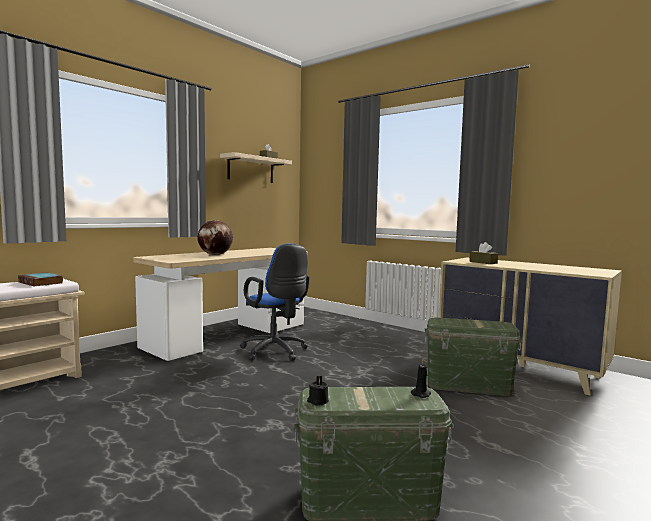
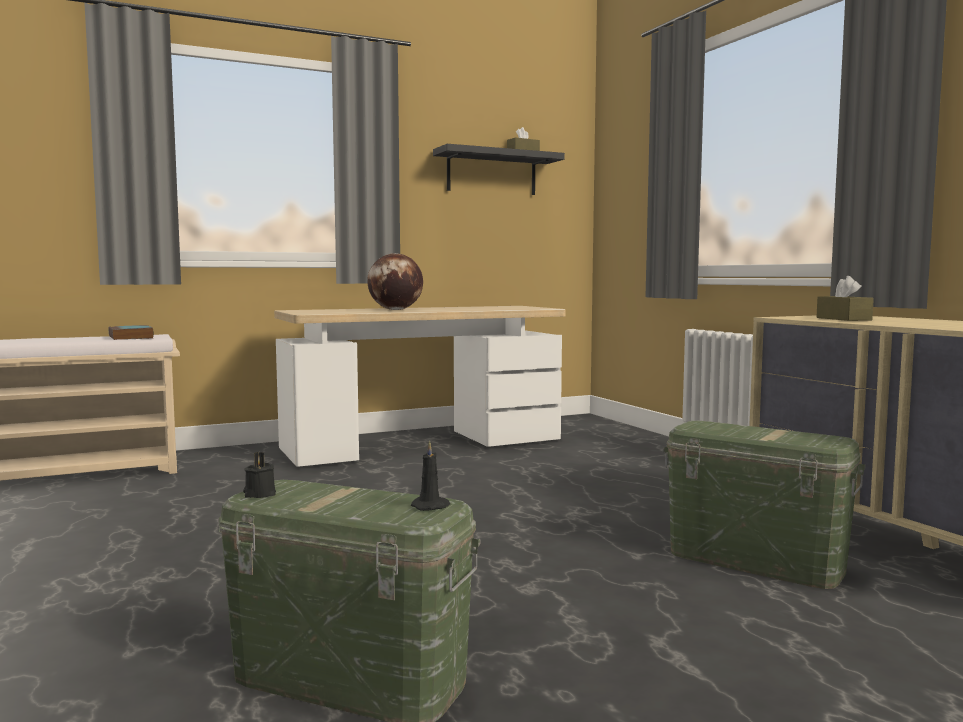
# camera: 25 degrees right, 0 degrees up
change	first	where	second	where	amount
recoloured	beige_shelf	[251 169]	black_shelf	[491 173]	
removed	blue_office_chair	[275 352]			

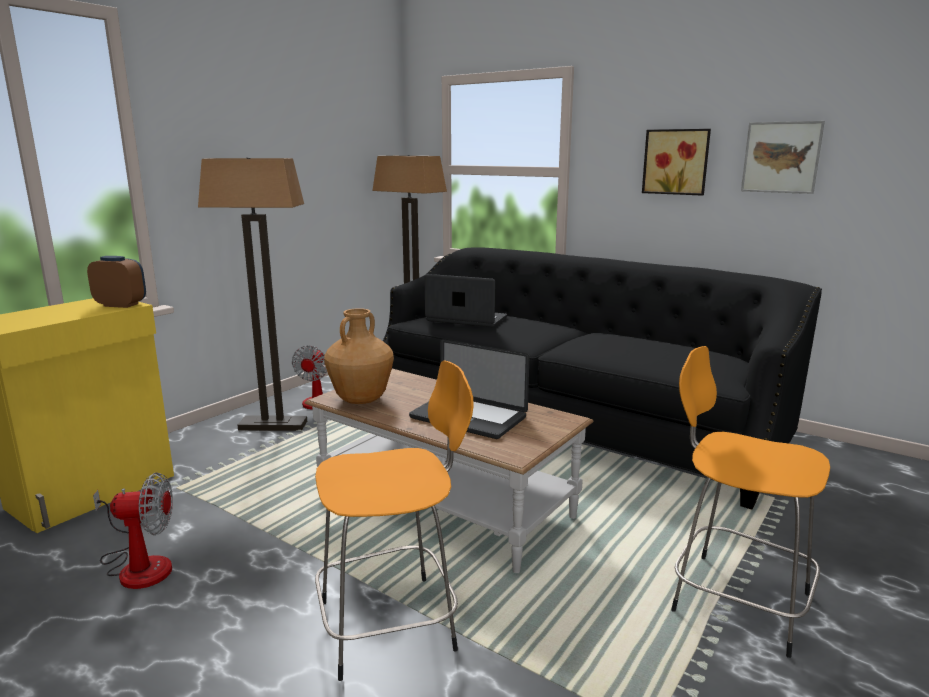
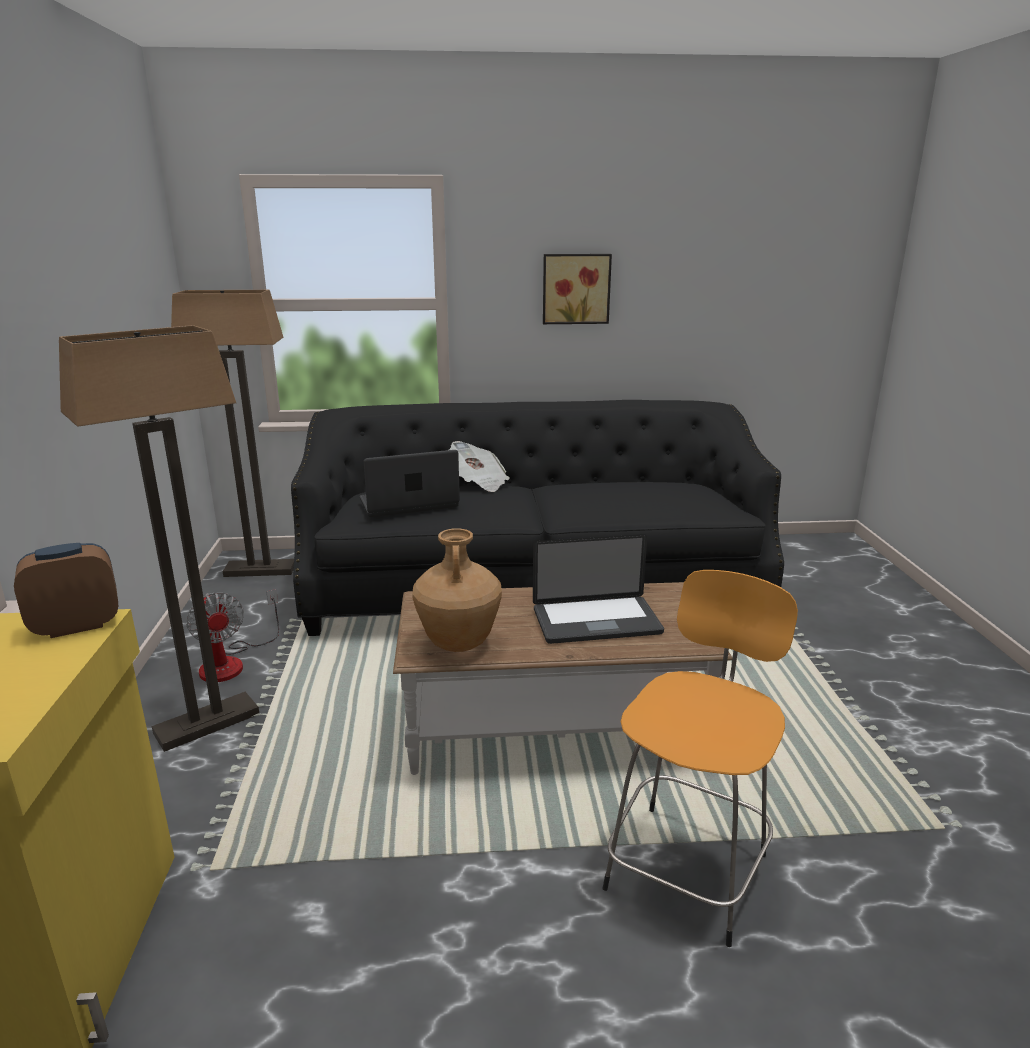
# camera: 40 degrees left, 5 degrees up
change	first	where	second	where	amount
removed	picture	[781 157]			
removed	orange_stool	[735 600]			
removed	fan	[139 565]			
added			newspaper	[478 482]	

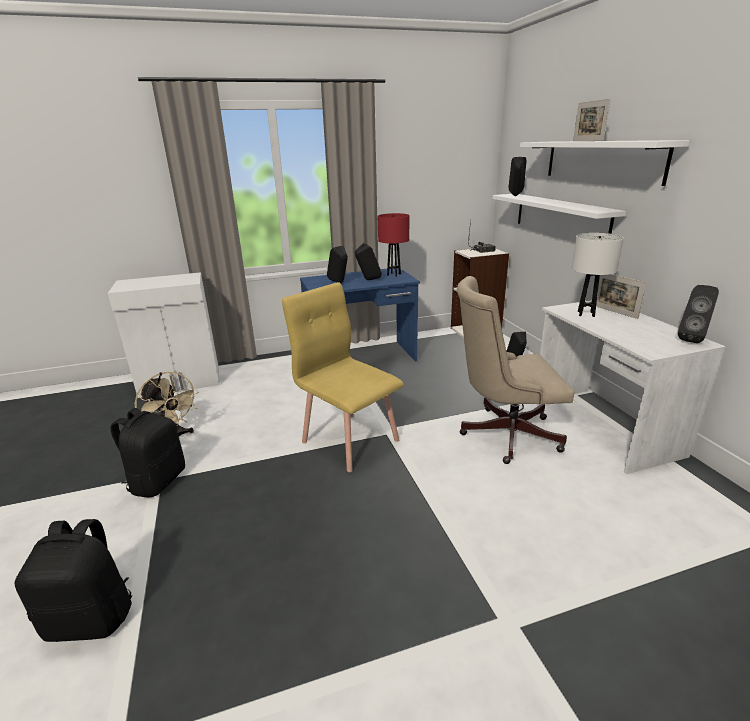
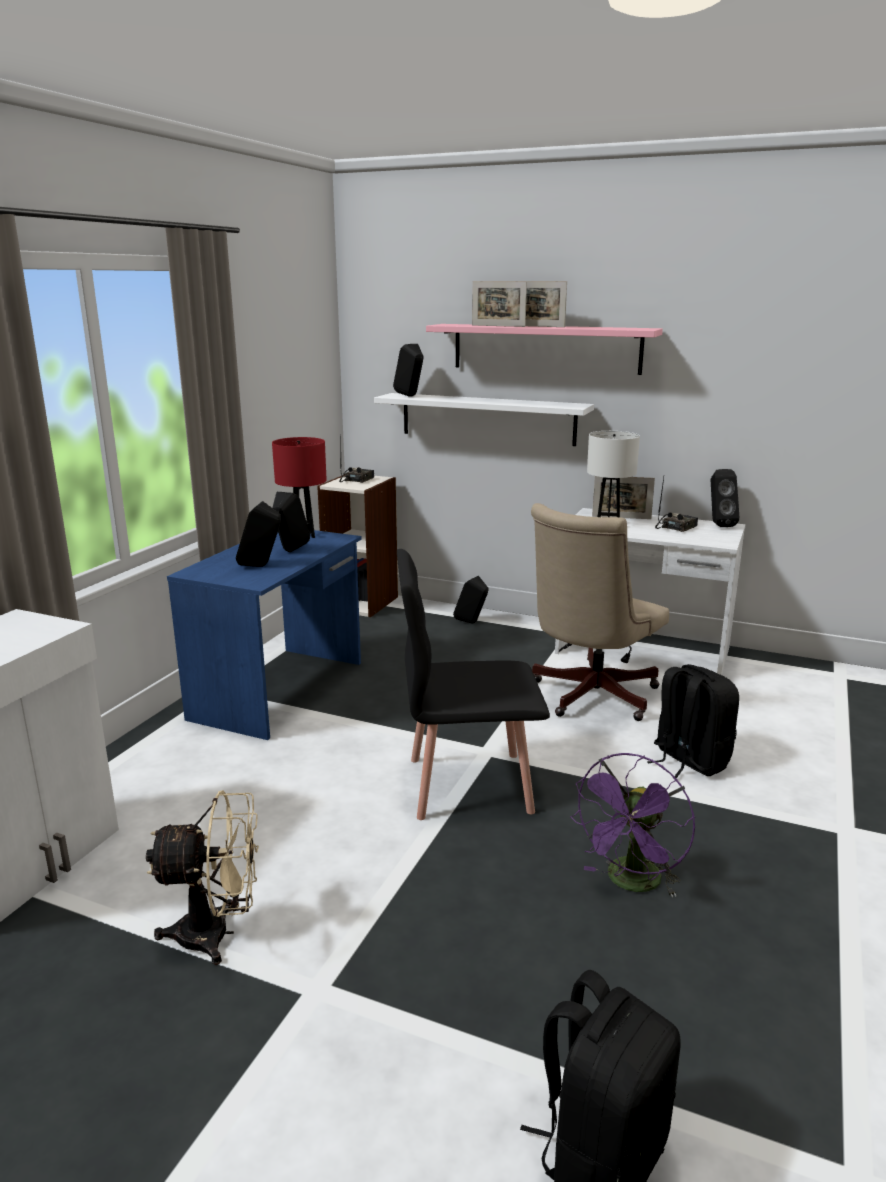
# camera: 50 degrees left, 5 degrees down
change	first	where	second	where	amount
recoloured	white_shelf	[601 160]	pink_shelf	[545 348]	
recoloured	yellow_chair	[350 440]	black_chair	[468 784]	
moved	black_backpack	[157 481]		[688 760]	
added			picture_frame	[498 326]	
added			radio	[675 527]	
added			purple_fan	[631 883]	

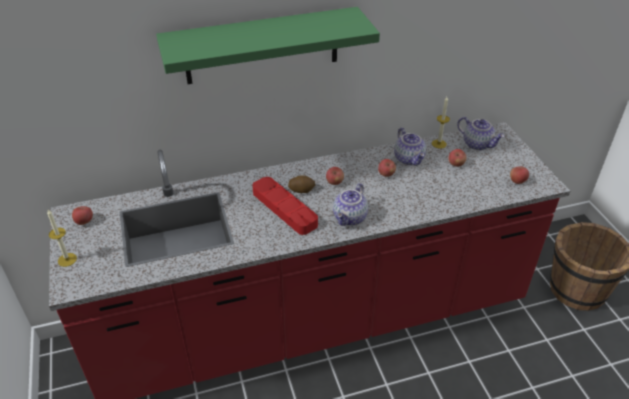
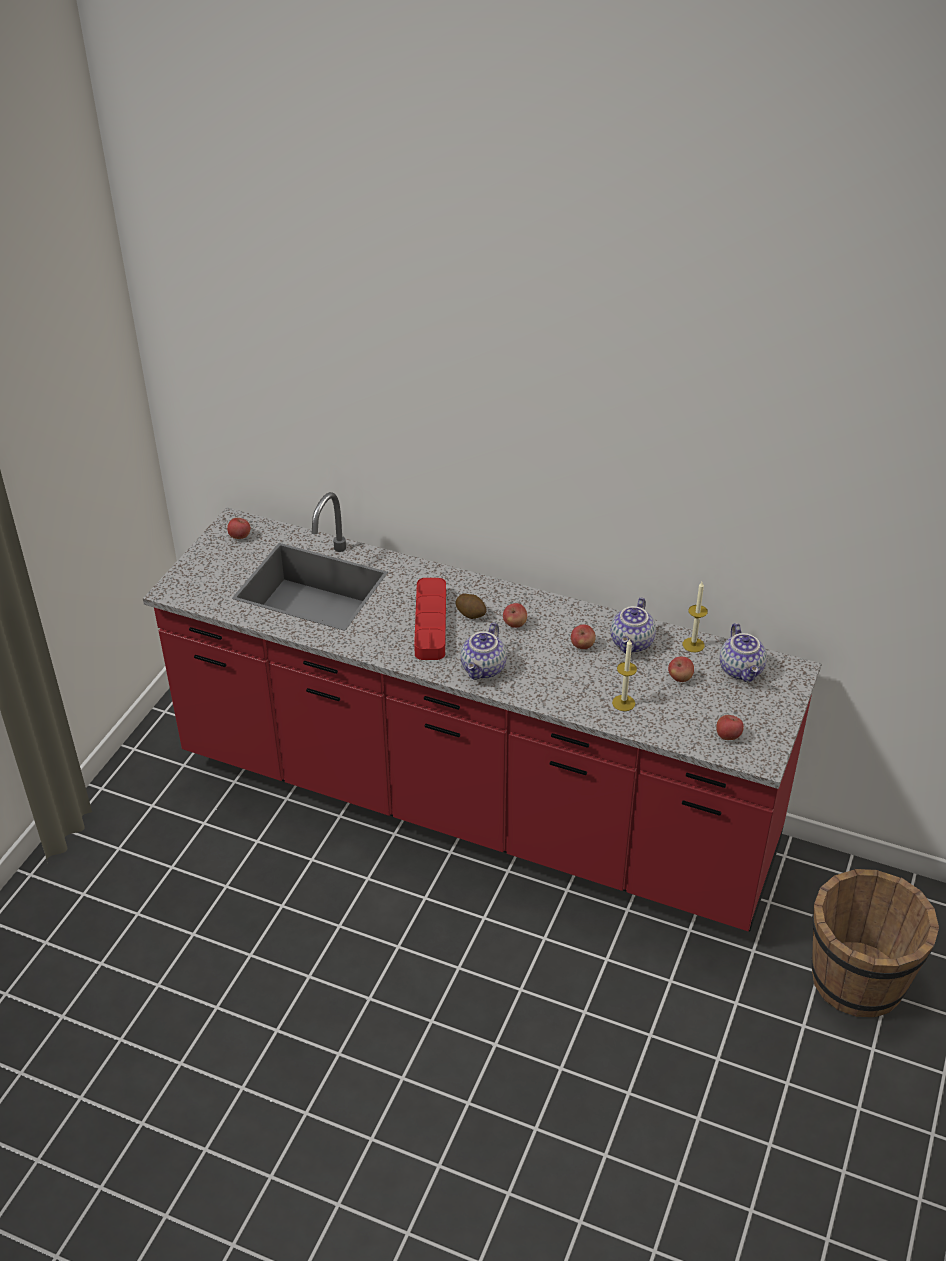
# camera: 40 degrees right, 0 degrees up
change	first	where	second	where	amount
removed	green_shelf	[262 46]			
turned	teapot	[350 218]		[484 669]	45 degrees counterclockwise
moved	candle	[67 259]		[623 703]	

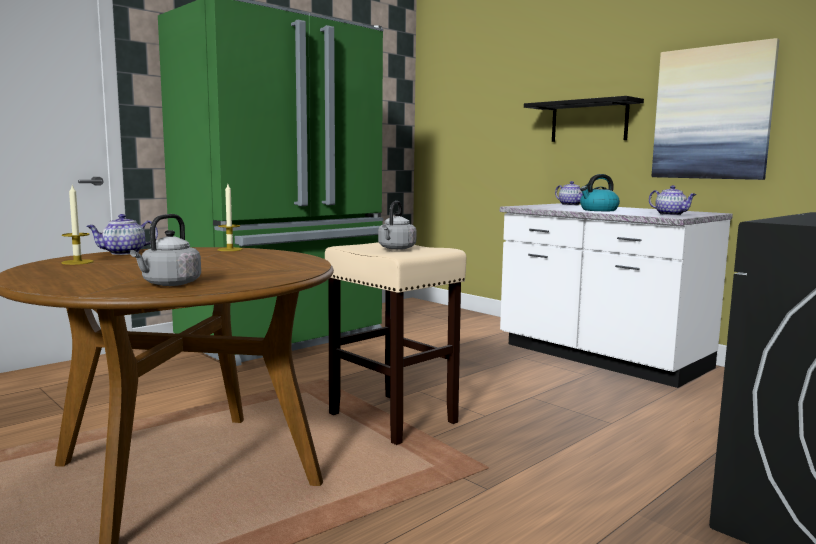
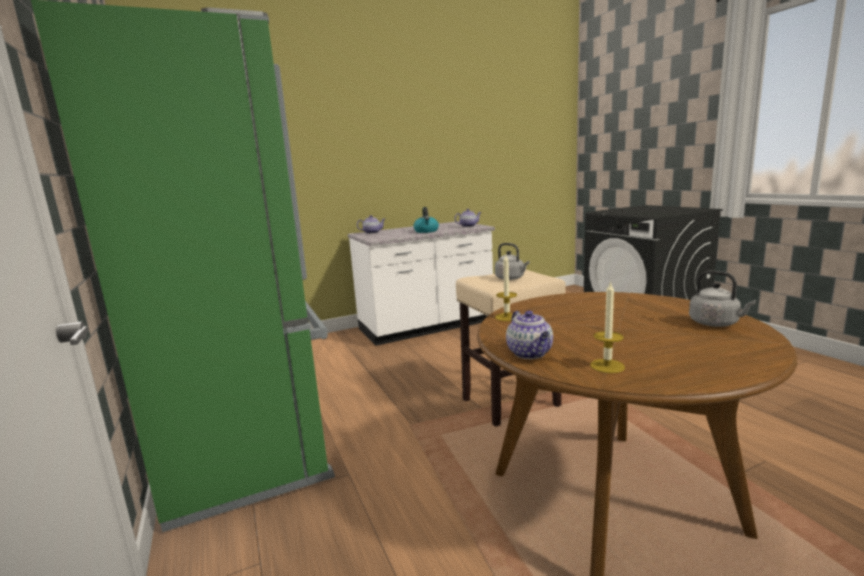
# camera: 70 degrees left, 5 degrees up
change	first	where	second	where	amount
removed	picture	[712 113]			
removed	black_shelf	[589 121]			

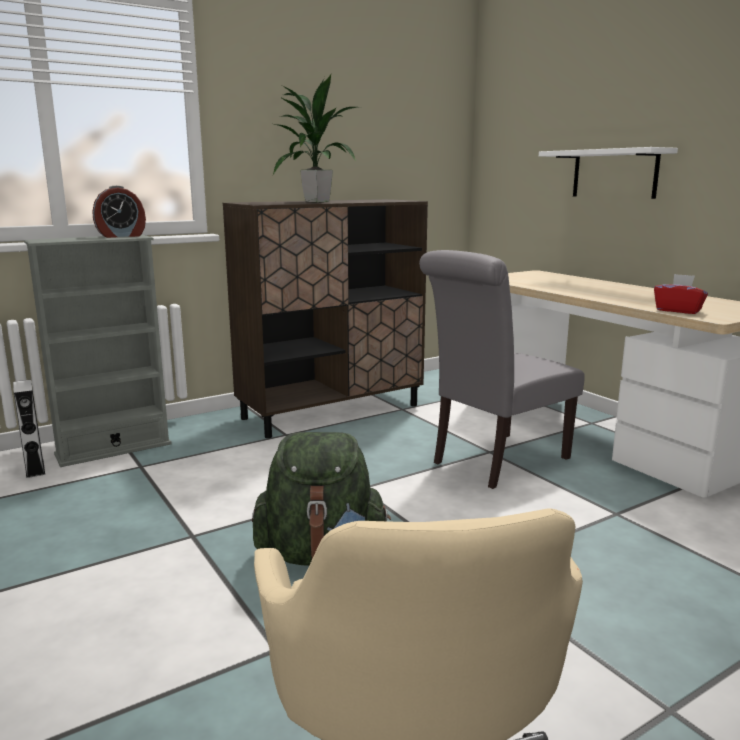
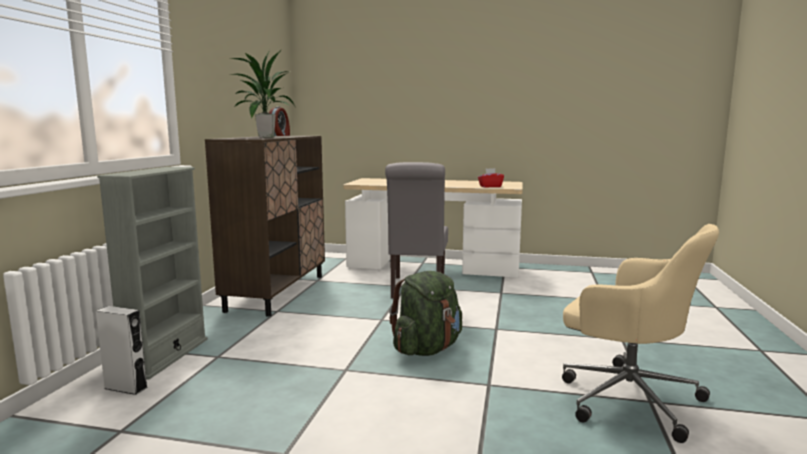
# camera: 45 degrees left, 5 degrees down
change	first	where	second	where	amount
removed	white_shelf	[614 174]			
moved	alarm_clock	[121 236]		[280 135]	

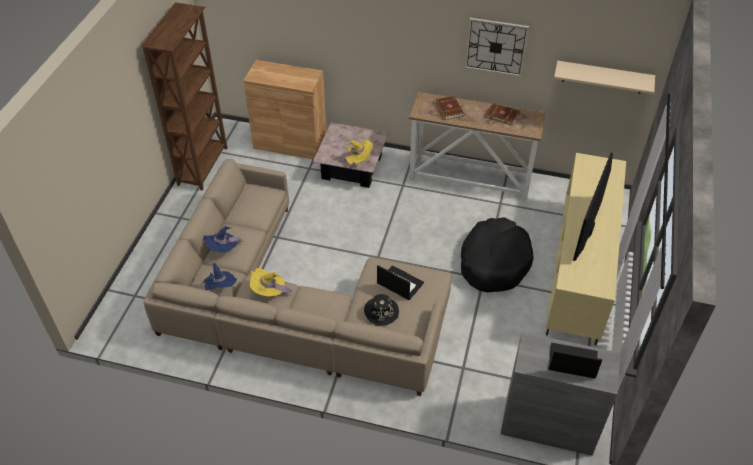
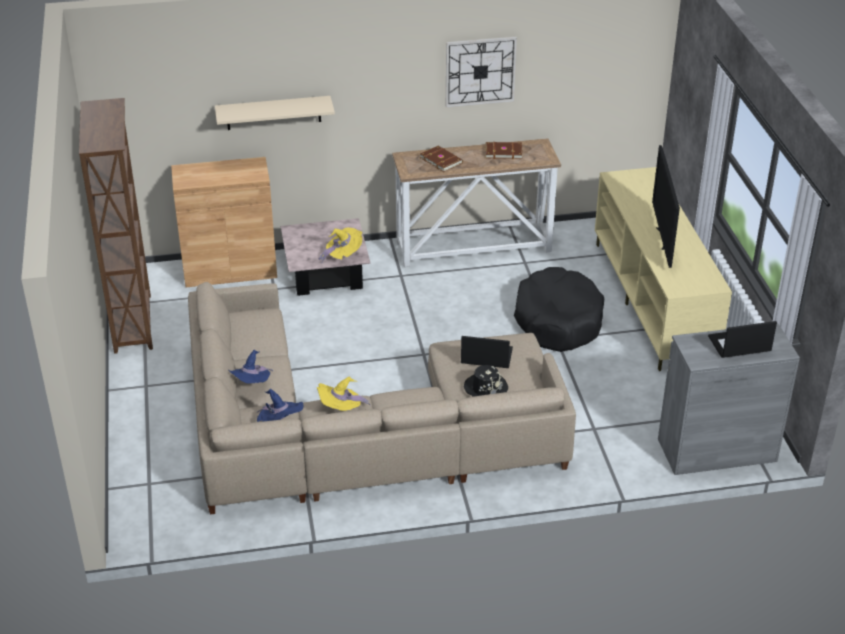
# camera: 25 degrees left, 10 degrees down
change	first	where	second	where	amount
moved	beige_shelf	[603 77]		[273 113]	

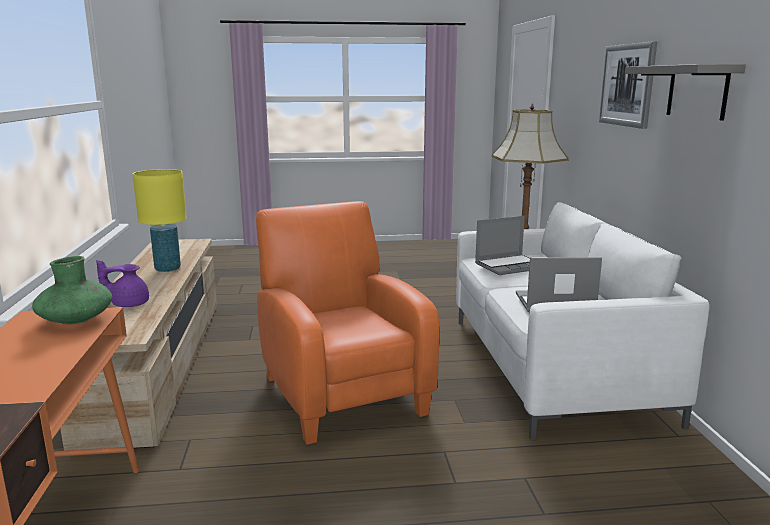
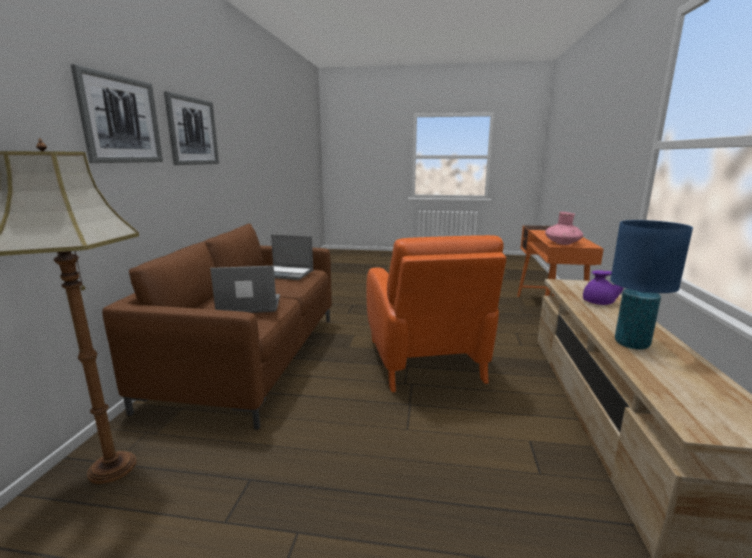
# camera: 165 degrees left, 0 degrees up
change	first	where	second	where	amount
replaced	grey_shelf	[697 91]	picture	[192 131]	
recoloured	yellow_table_lamp	[168 269]	blue_table_lamp	[631 344]	
recoloured	white_sofa	[551 368]	brown_sofa	[251 359]	
recoloured	green_vase	[76 320]	pink_vase	[562 243]	

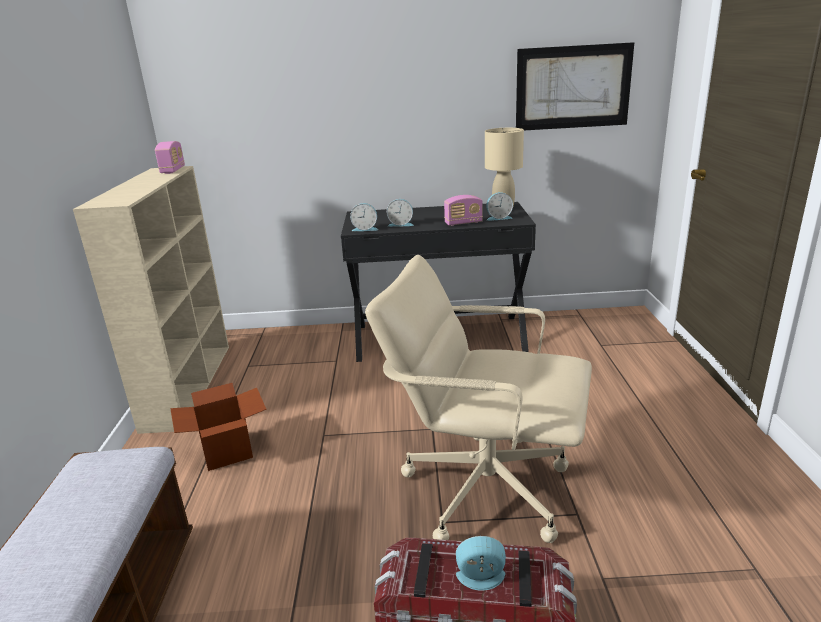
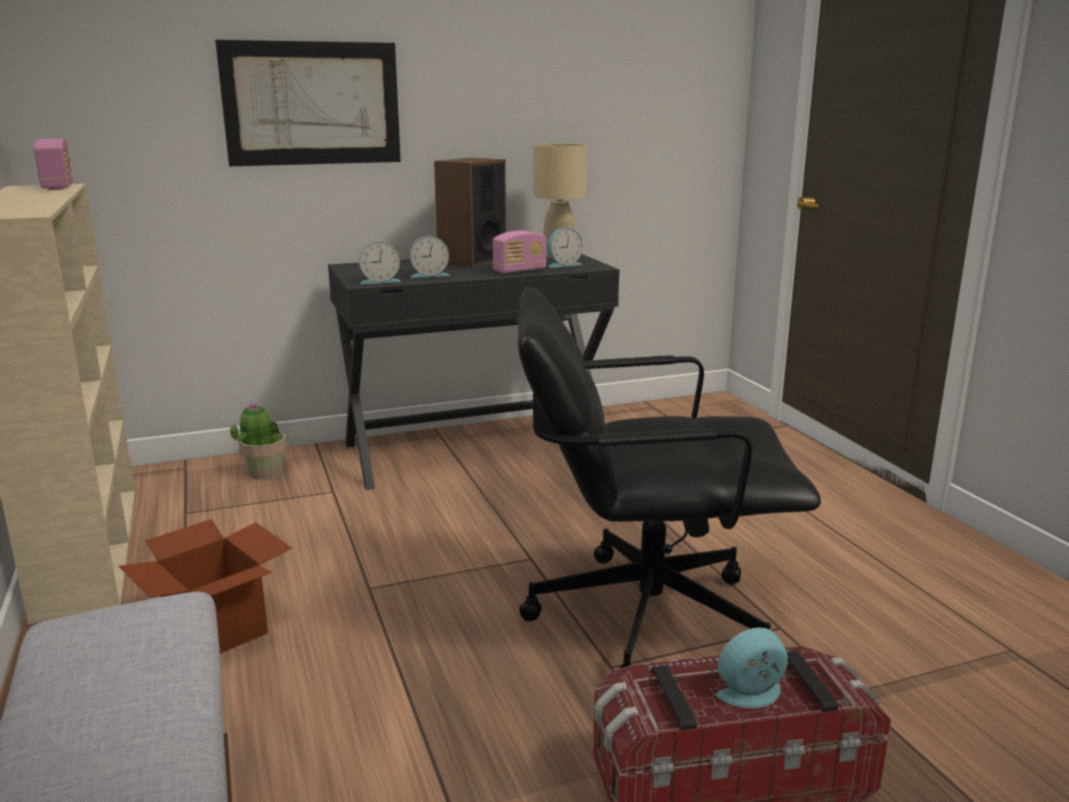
# camera: 20 degrees left, 5 degrees down
change	first	where	second	where	amount
moved	picture	[573 87]		[312 103]	
recoloured	beige_office_chair	[484 487]	black_office_chair	[645 617]	
added			speaker	[471 261]	
added			potted_plant	[265 473]	

